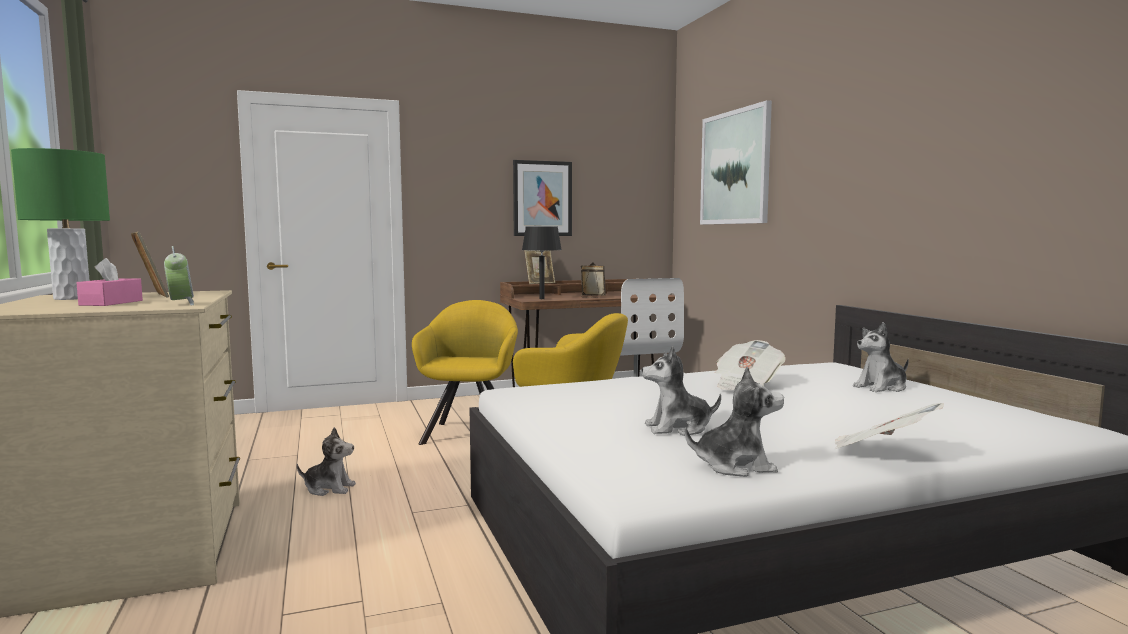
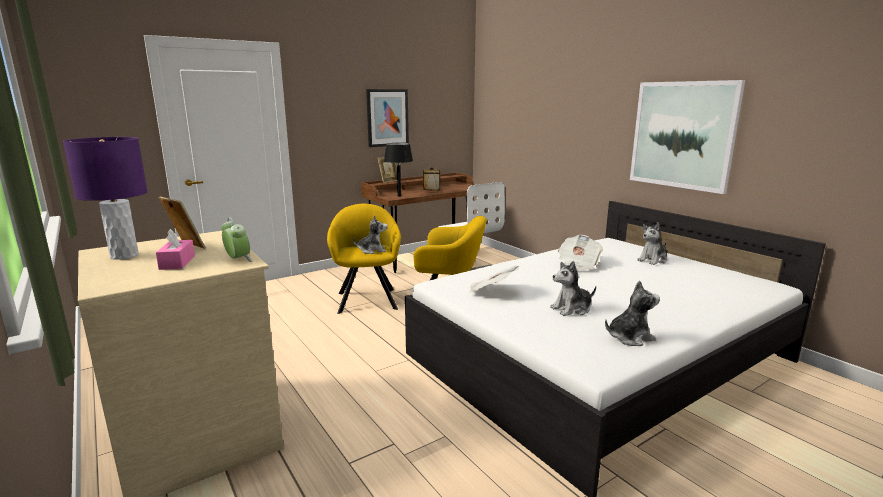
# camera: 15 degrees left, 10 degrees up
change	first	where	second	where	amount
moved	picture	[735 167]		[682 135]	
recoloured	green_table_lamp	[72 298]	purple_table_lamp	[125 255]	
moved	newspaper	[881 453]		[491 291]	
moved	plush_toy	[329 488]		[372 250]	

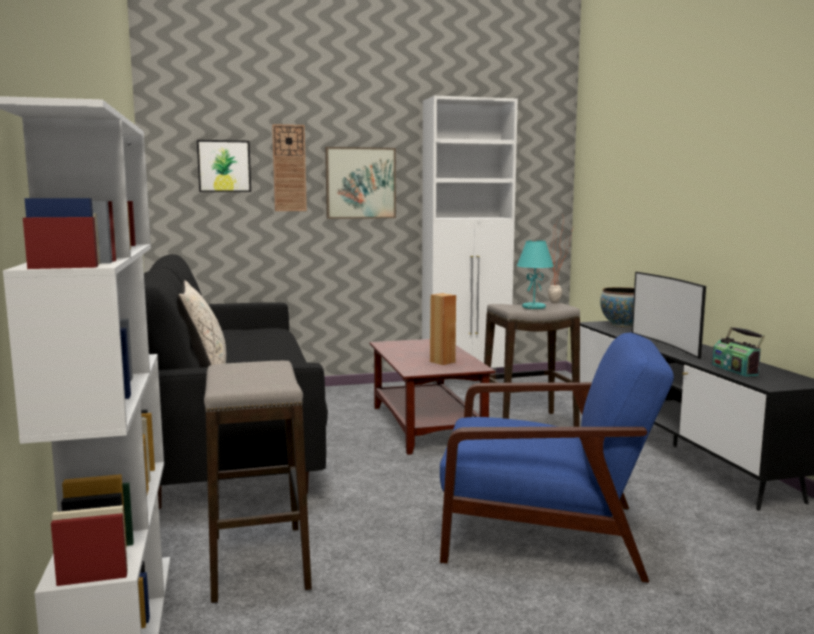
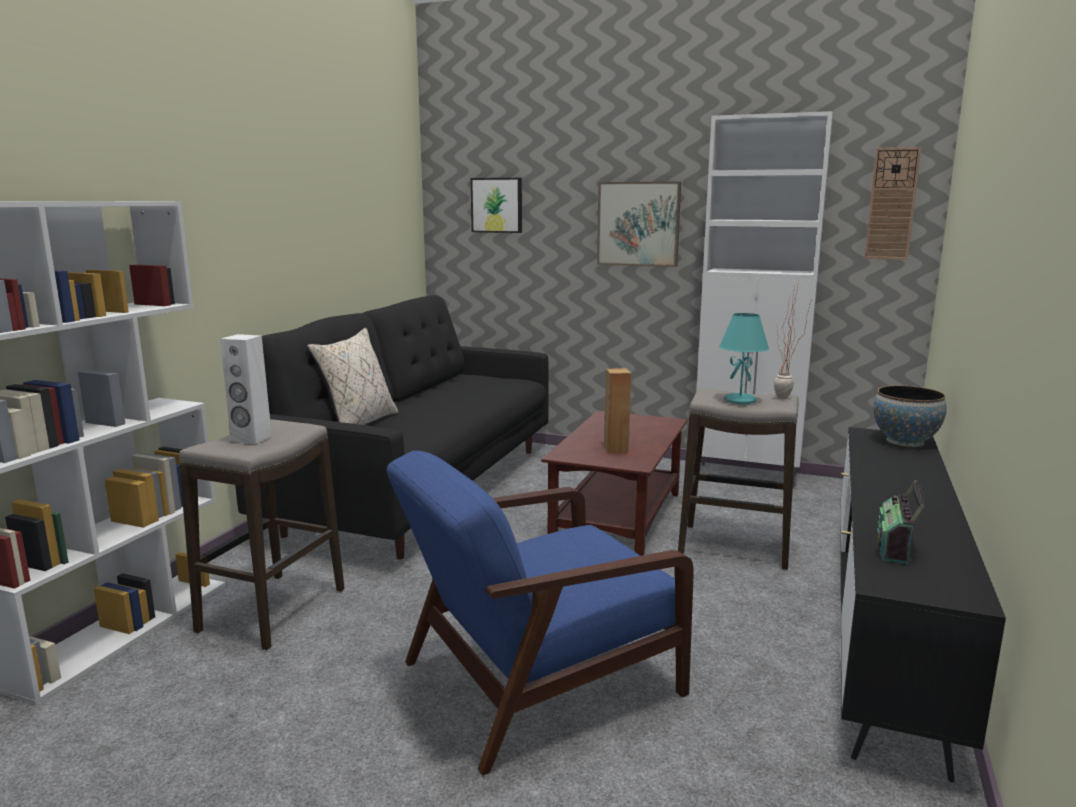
# camera: 35 degrees right, 5 degrees up
change	first	where	second	where	amount
moved	wall_clock	[289 168]		[891 204]	
removed	television	[667 344]			
turned	blue_armchair	[546 533]		[537 680]	105 degrees clockwise
added			white_speaker	[251 439]	

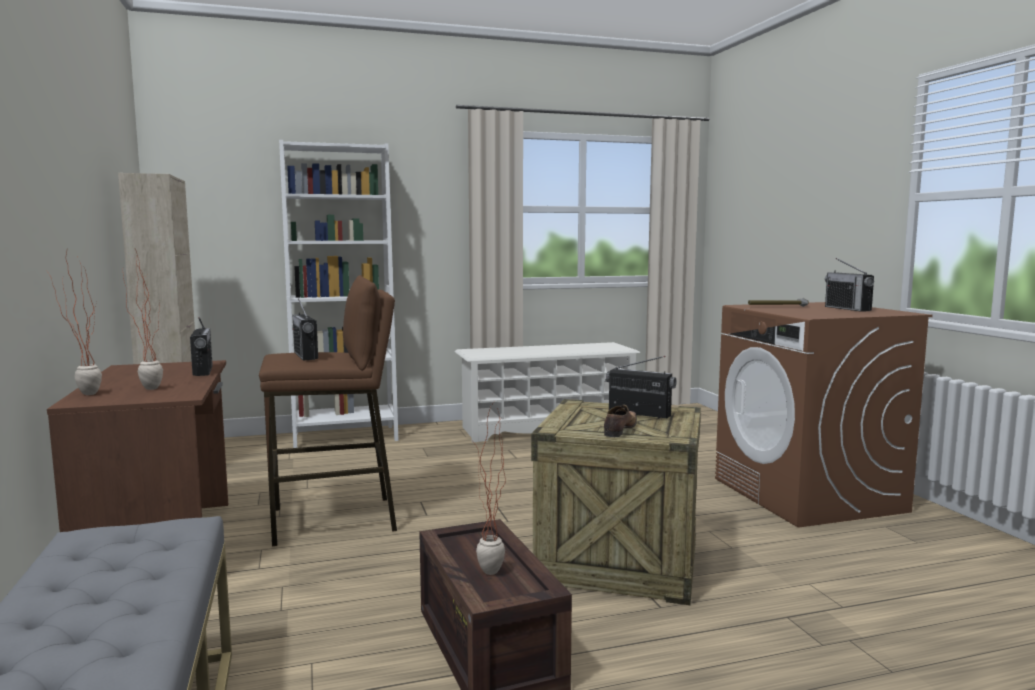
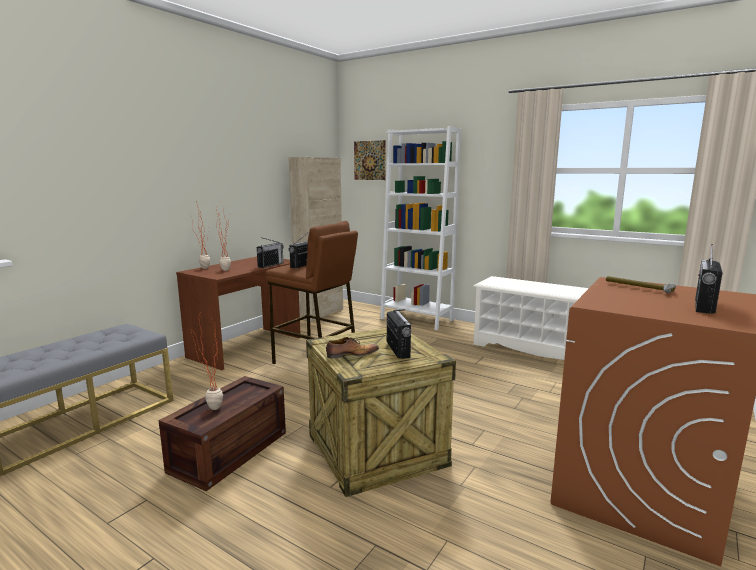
# camera: 50 degrees right, 5 degrees up
change	first	where	second	where	amount
added			picture	[369 160]	

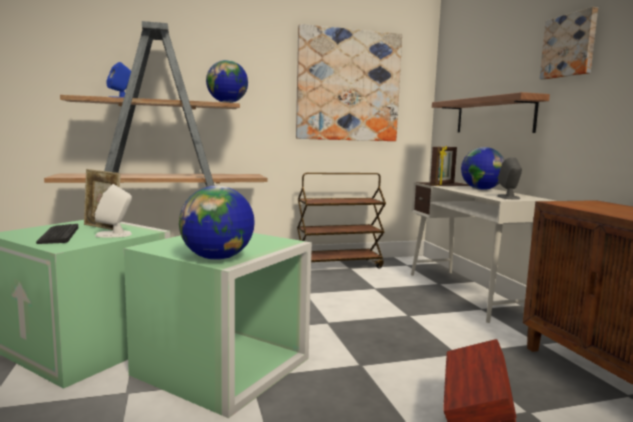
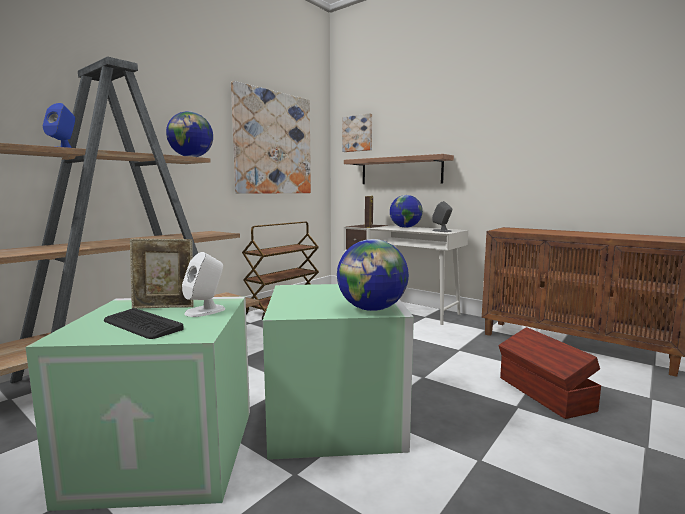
# camera: 35 degrees left, 0 degrees up
change	first	where	second	where	amount
moved	picture	[569 46]		[358 133]	

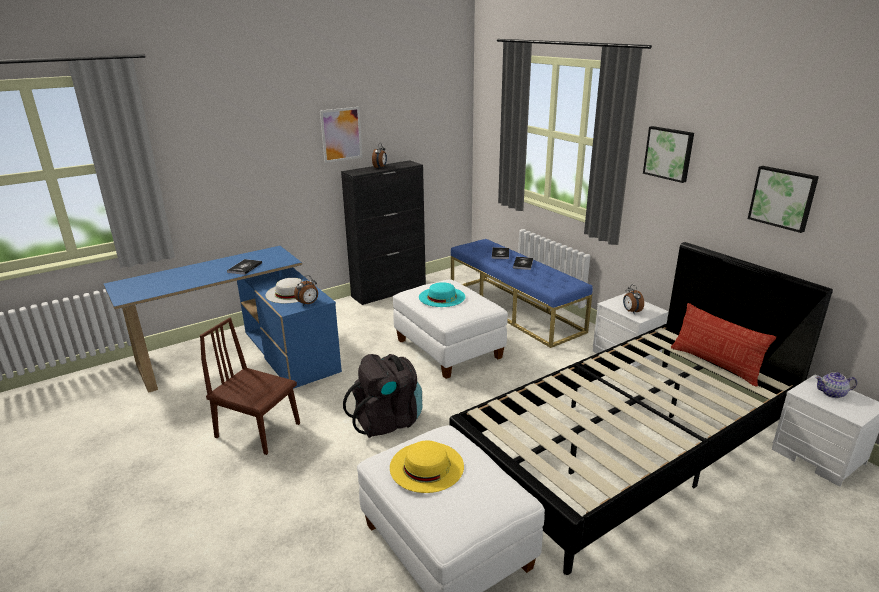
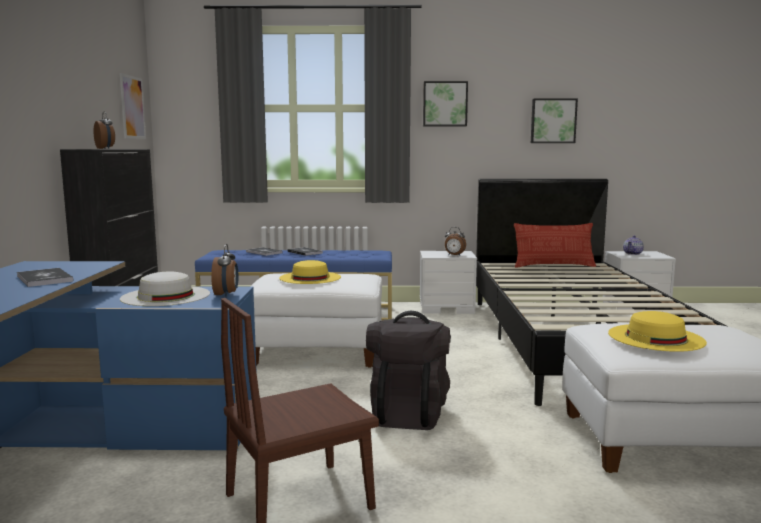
# camera: 55 degrees left, 15 degrees down
change	first	where	second	where	amount
moved	picture	[341 134]		[132 107]	
recoloured	turquoise_hat	[442 297]	yellow_hat	[310 277]	

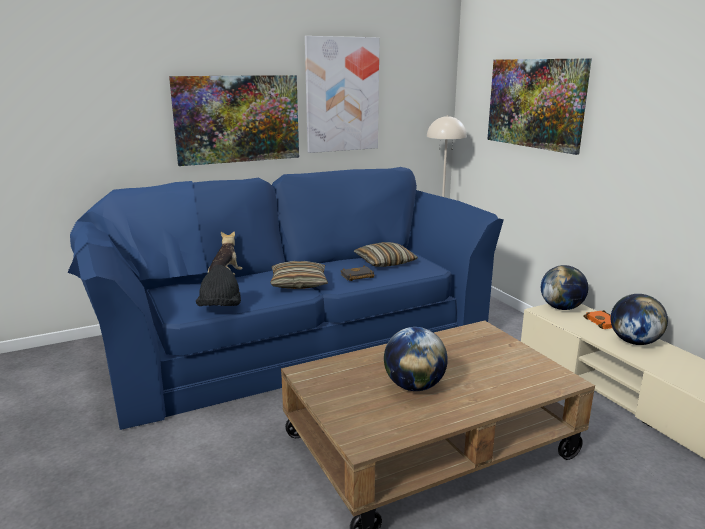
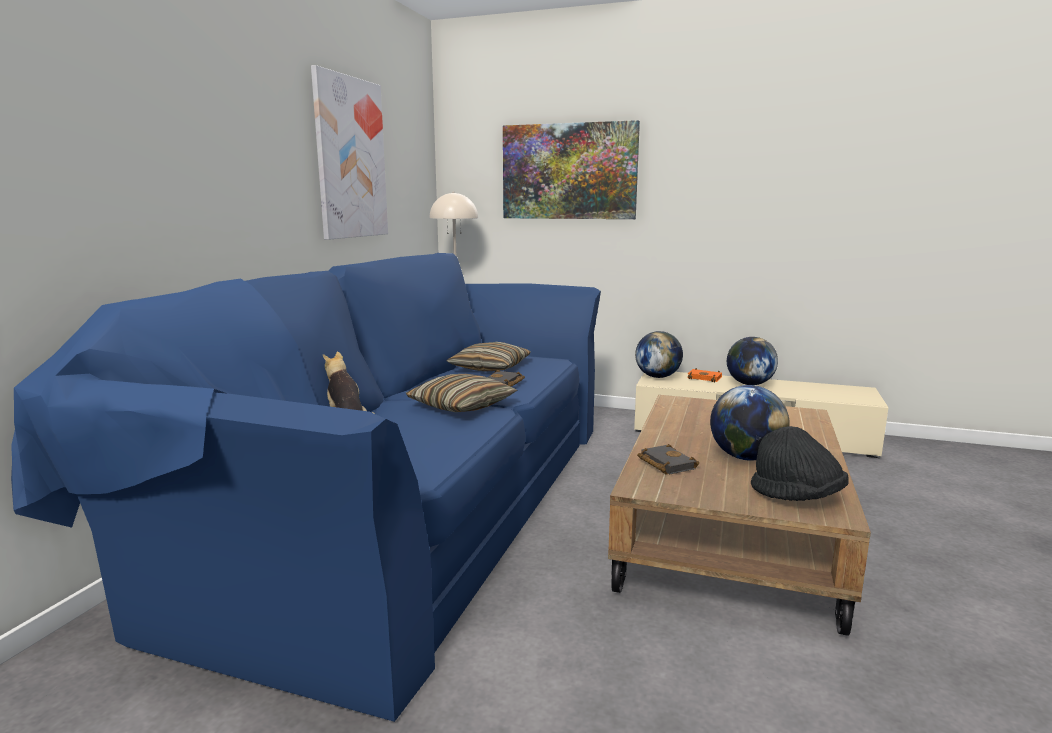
# camera: 45 degrees left, 5 degrees down
change	first	where	second	where	amount
removed	picture	[237 119]			
moved	black_hat	[220 308]		[796 497]	
added			black_book	[664 464]	

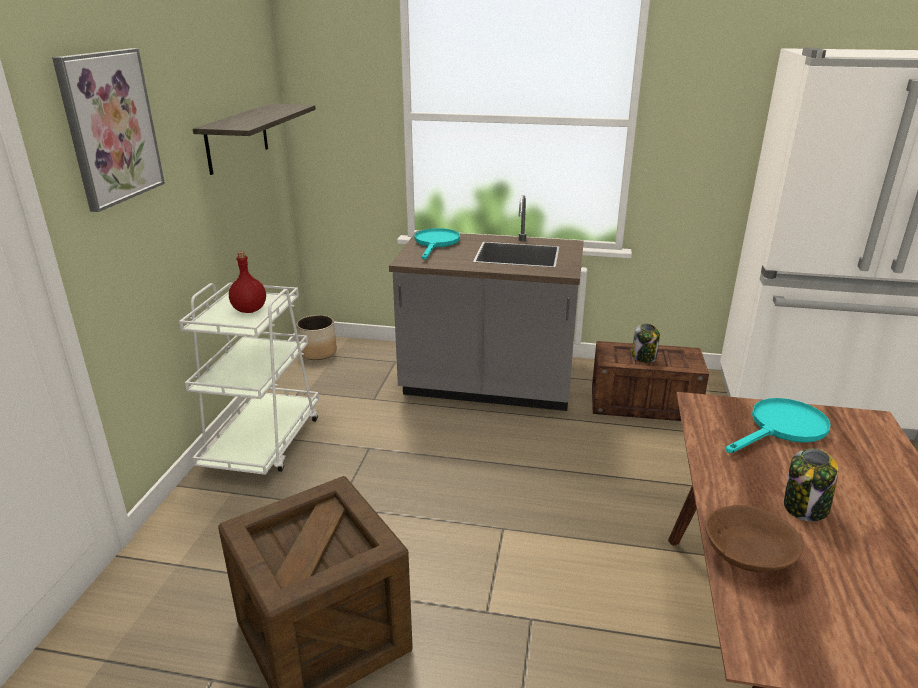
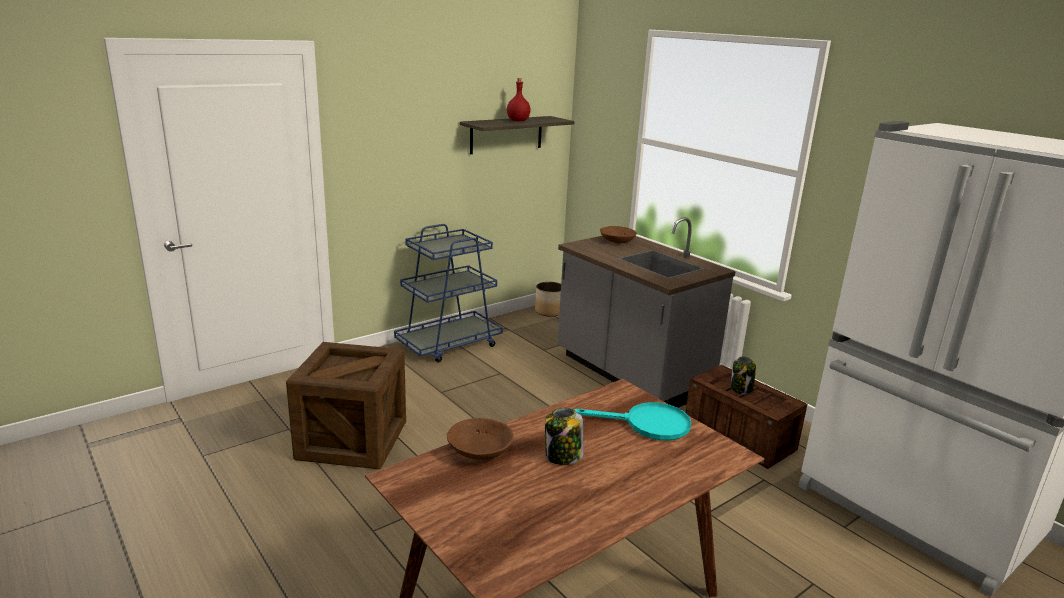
# camera: 40 degrees right, 5 degrees down
change	first	where	second	where	amount
removed	picture	[110 127]			
replaced	turquoise_frying_pan	[436 243]	brown_bowl	[617 241]	
moved	red_bottle	[249 310]		[518 121]	
recoloured	white_cart	[263 442]	blue_cart	[449 344]	

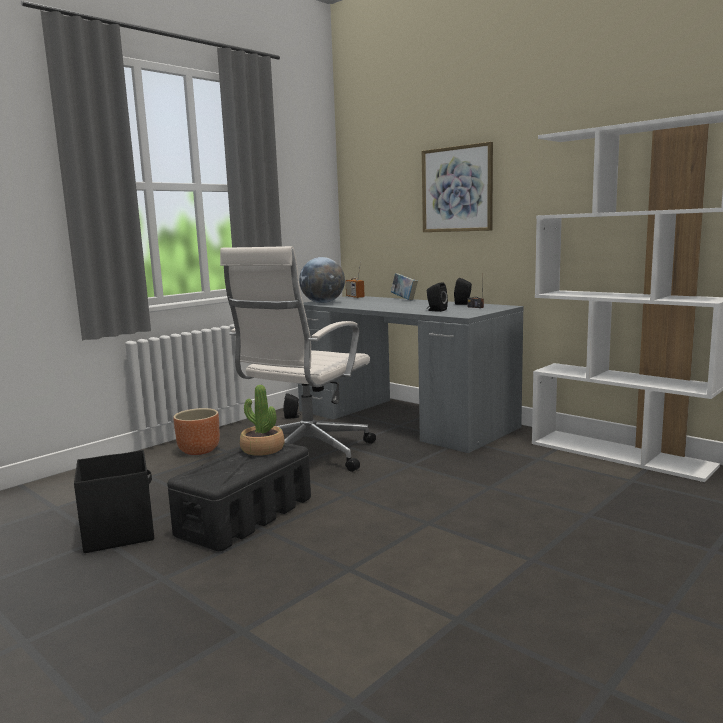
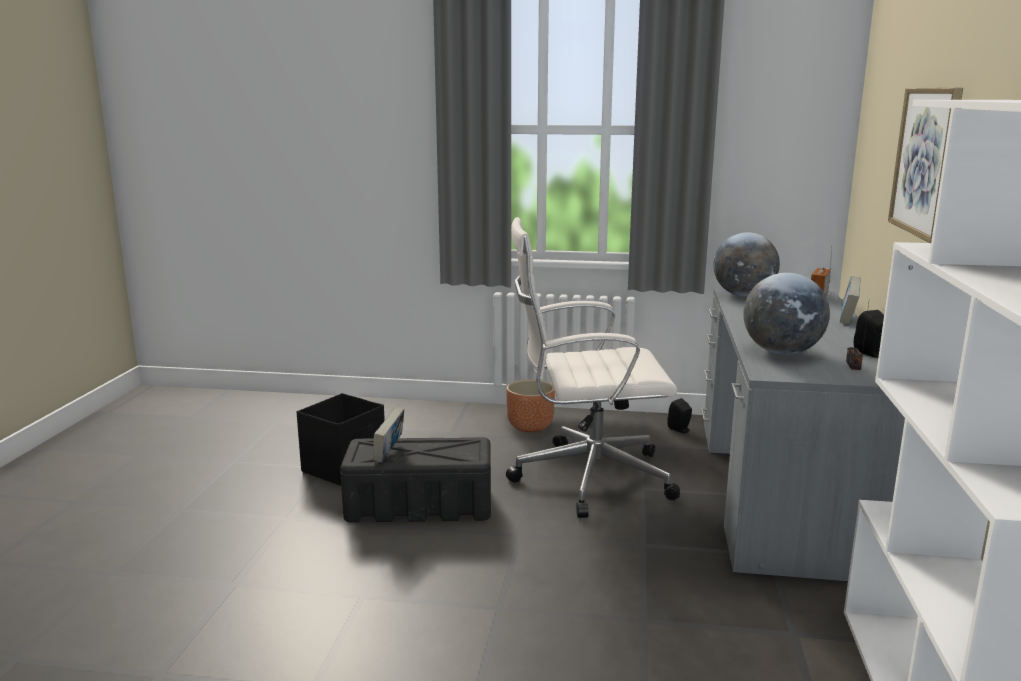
# camera: 55 degrees right, 5 degrees up
change	first	where	second	where	amount
replaced	black_speaker	[435 310]	globe	[782 352]	
removed	potted_plant	[262 449]			
added			book	[389 453]	

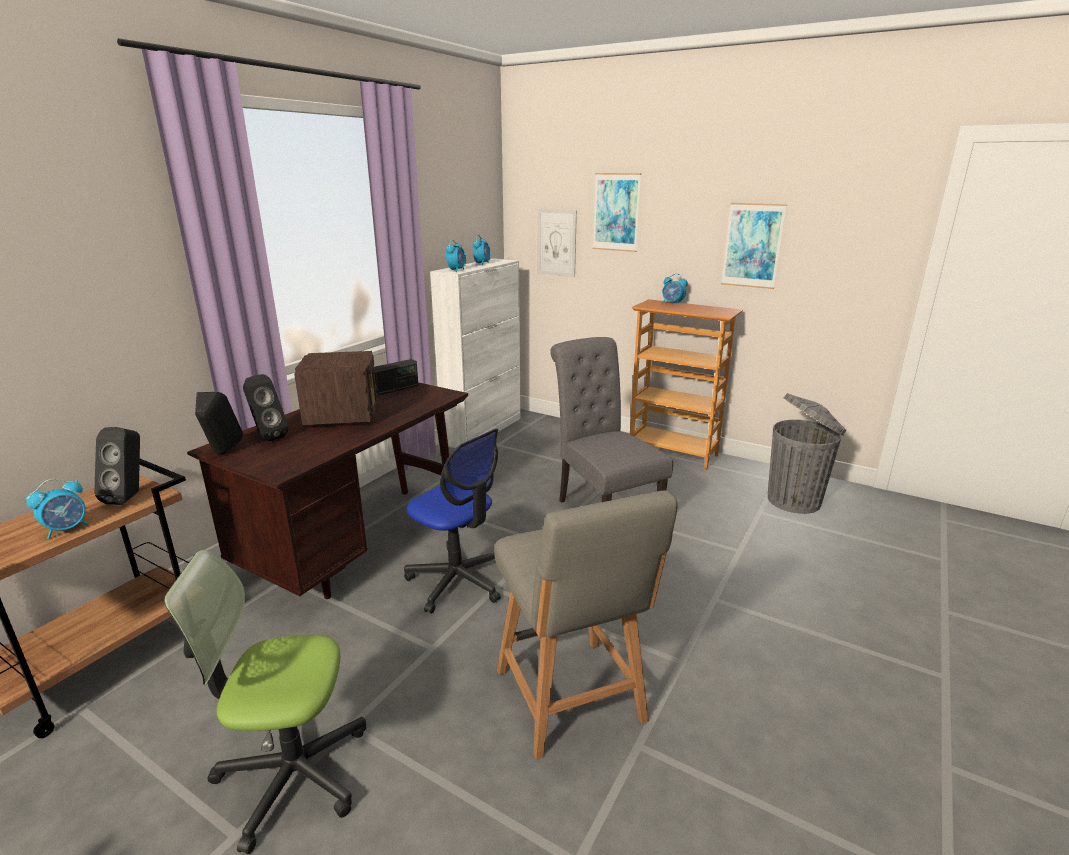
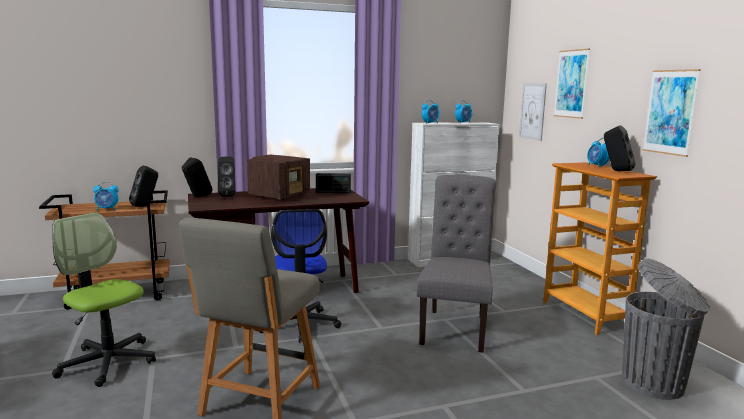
# camera: 40 degrees right, 10 degrees down
change	first	where	second	where	amount
added			black_speaker	[616 171]	

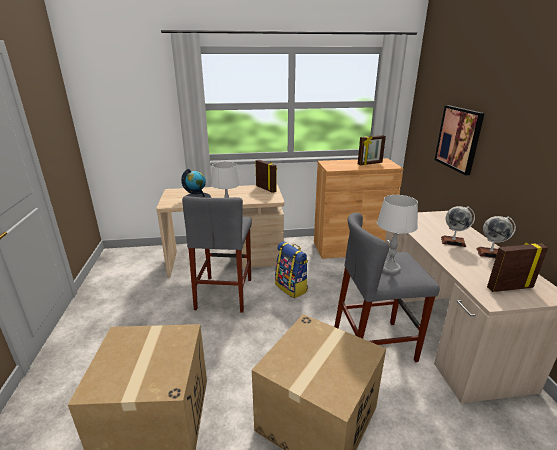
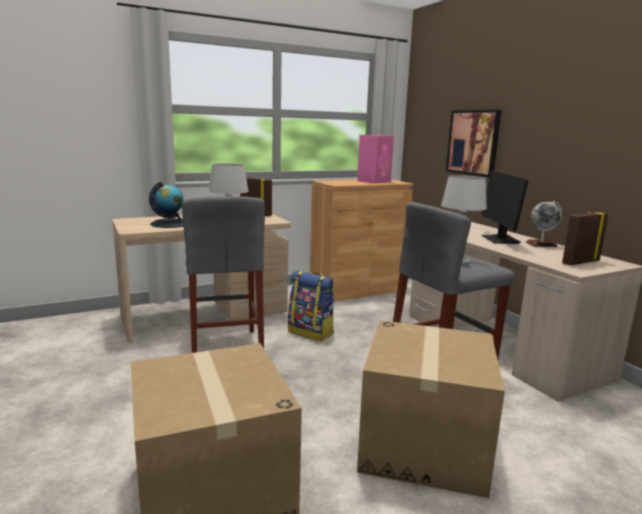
# camera: 20 degrees left, 10 degrees down
change	first	where	second	where	amount
replaced	picture_frame	[370 164]	pink_speaker	[374 181]	
replaced	globe	[453 242]	monitor	[500 240]	

